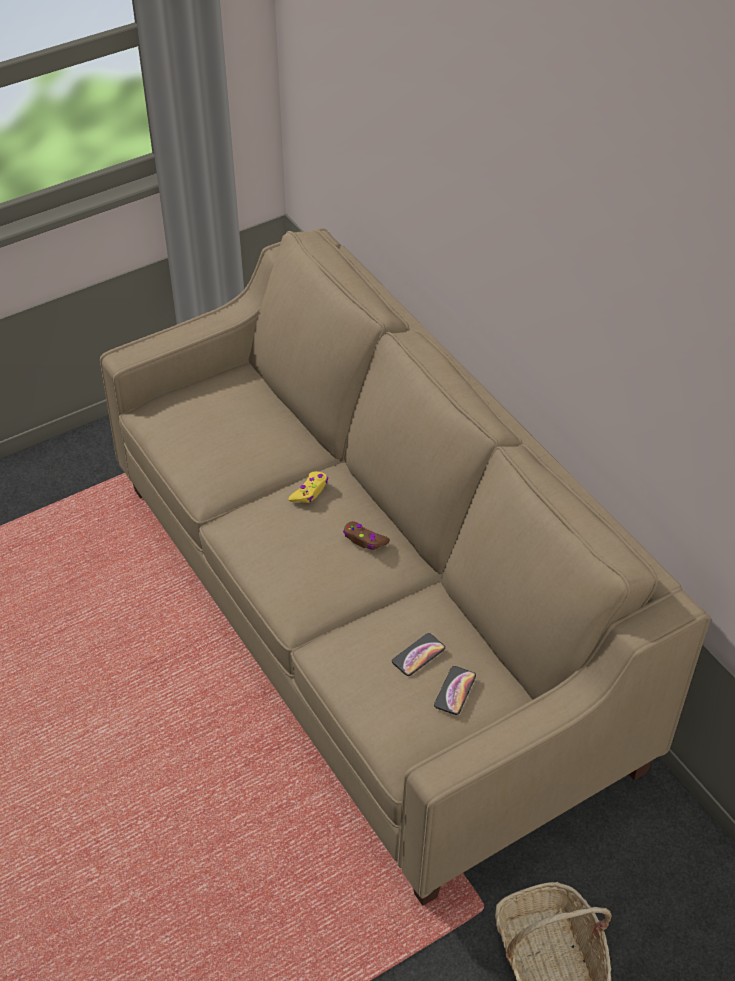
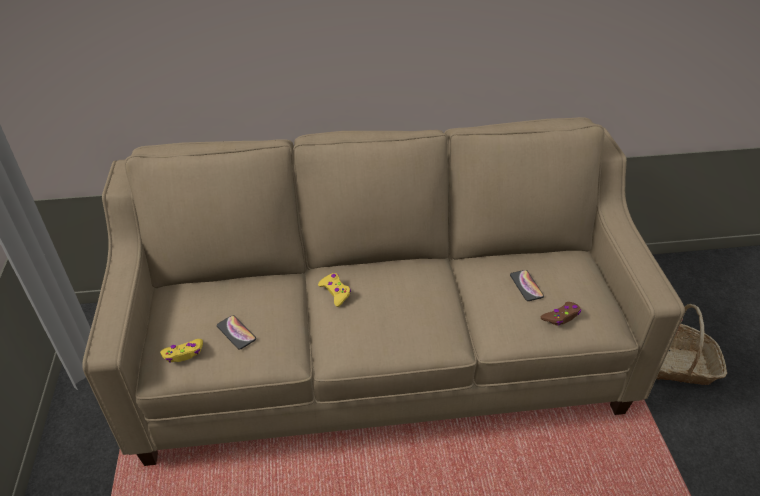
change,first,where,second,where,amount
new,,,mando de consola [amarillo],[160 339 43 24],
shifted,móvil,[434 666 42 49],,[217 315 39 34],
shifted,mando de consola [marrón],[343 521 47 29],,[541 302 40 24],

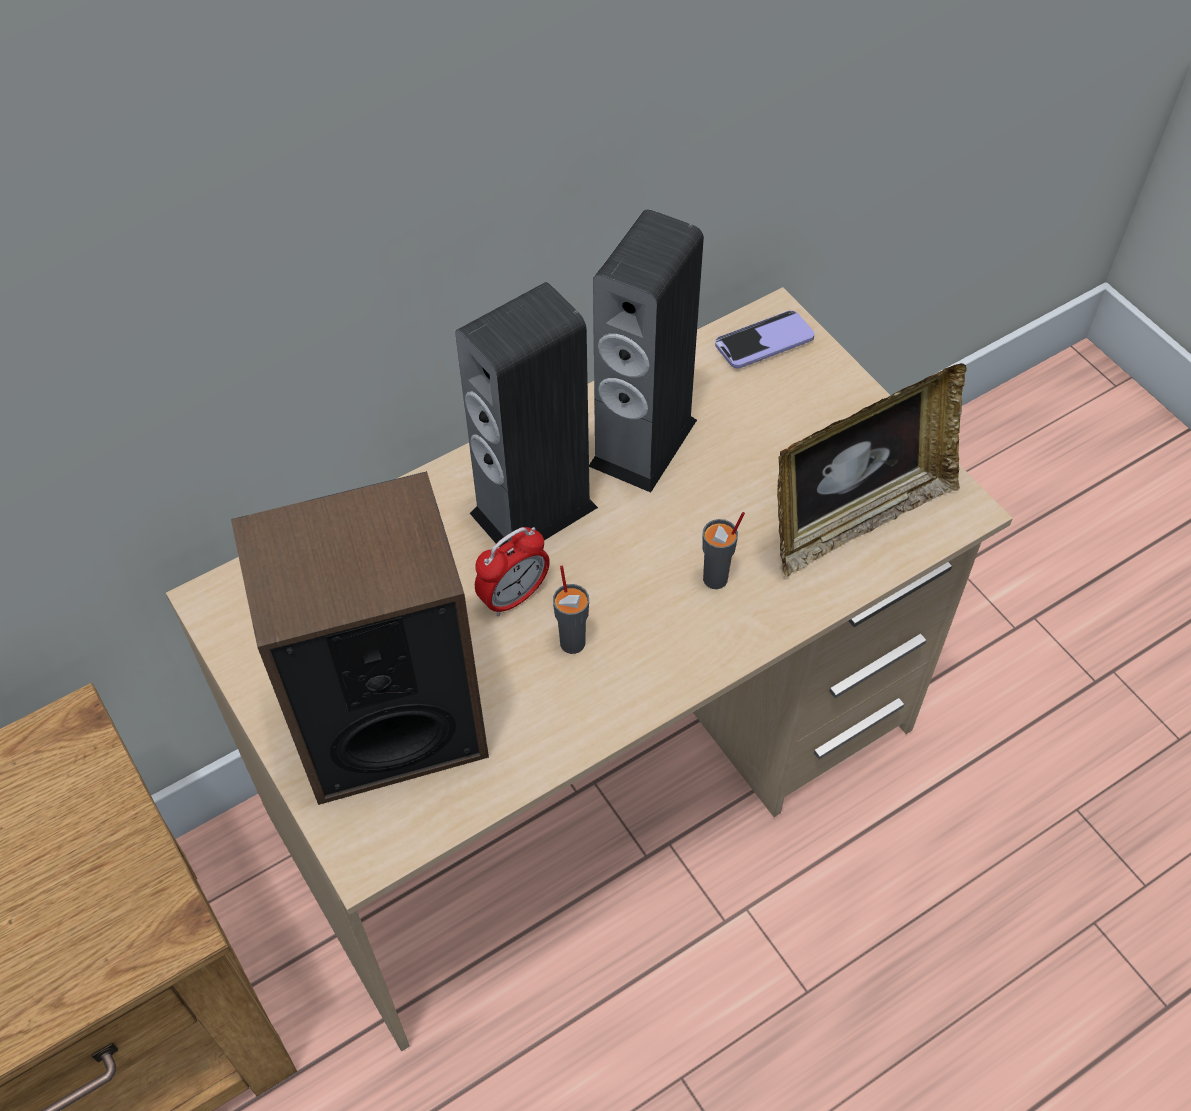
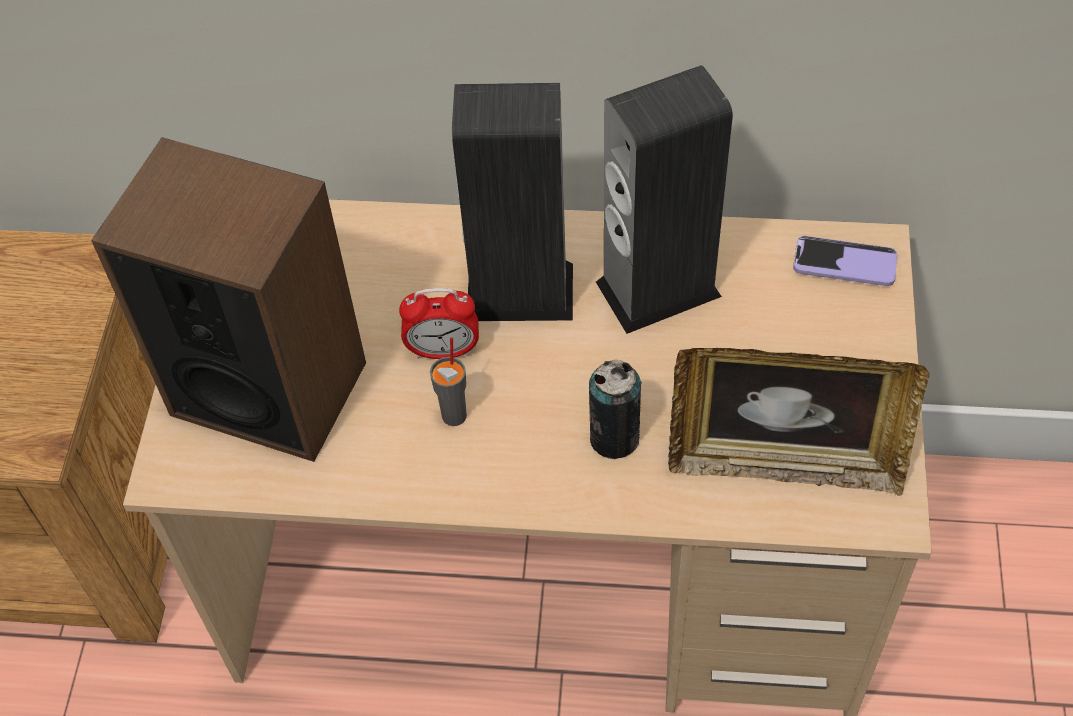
change,first,where,second,where,amount
swapped,taza [gris],[702 512 43 77],lata,[589 360 53 99],

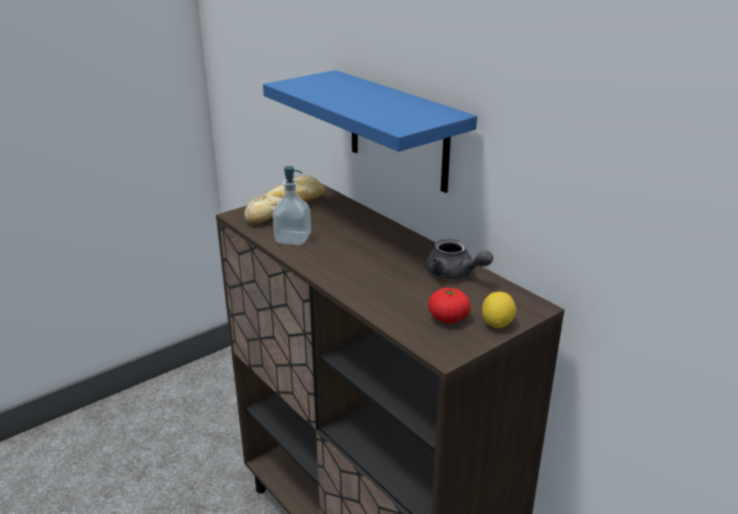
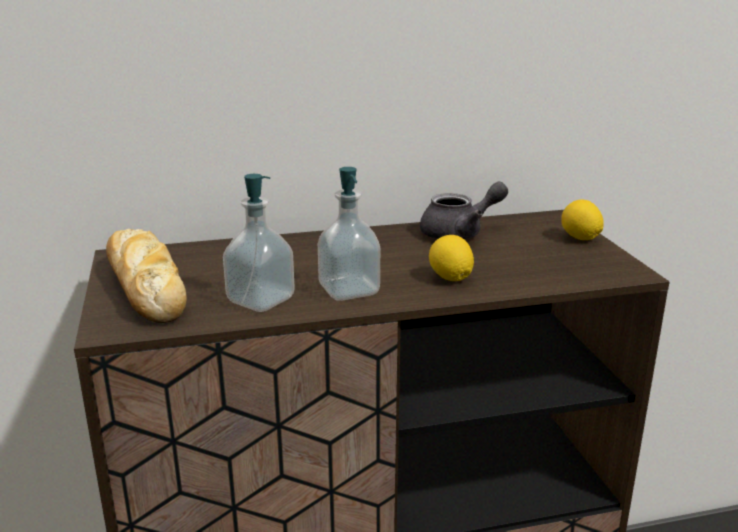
change,first,where,second,where,amount
new,,,dispensador de jabón,[318 167 62 134],
new,,,limón,[429 235 45 46],
gone,estante [azul],[263 70 214 123],,,
gone,tomate,[428 287 43 36],,,

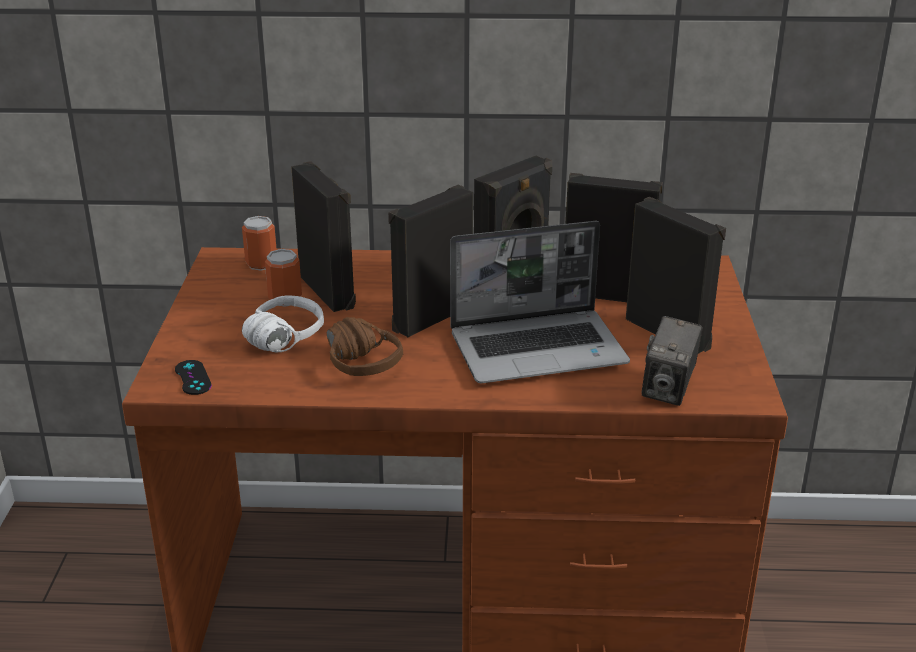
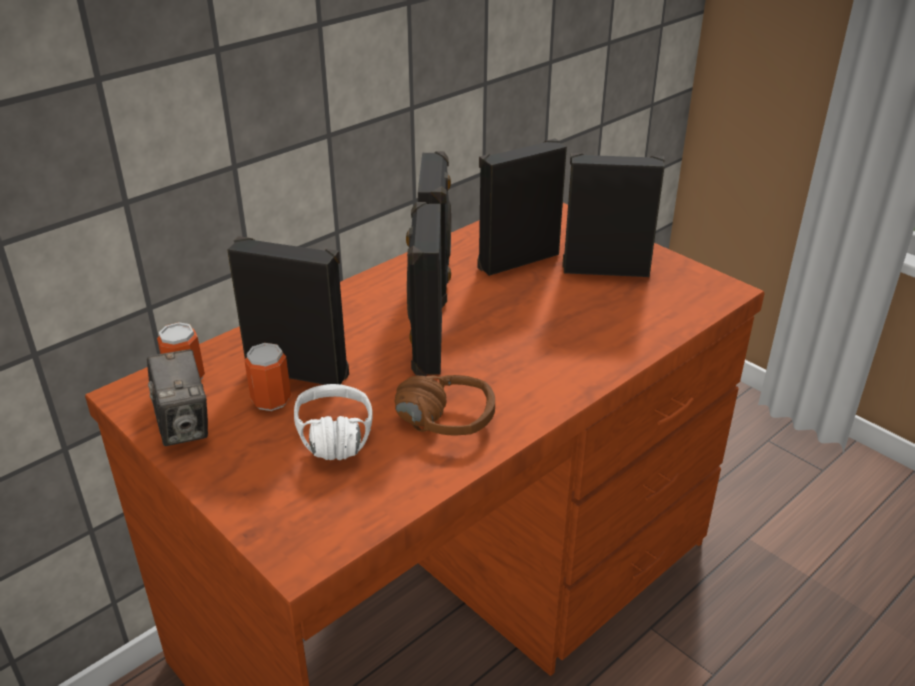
change,first,where,second,where,amount
shifted,cámara,[642 316 60 90],,[147 349 61 97],
gone,mando de consola [negro],[175 360 37 35],,,
gone,portátil,[450 221 180 162],,,

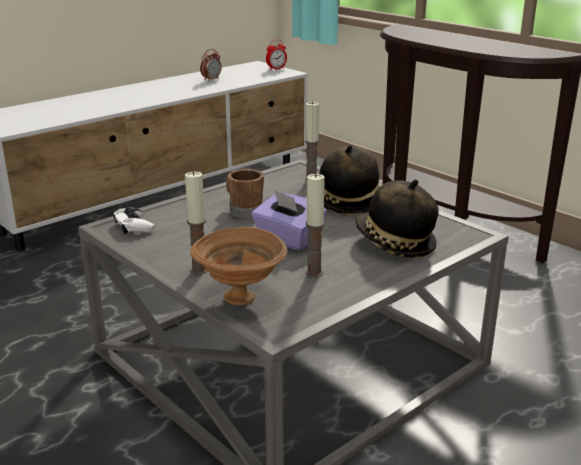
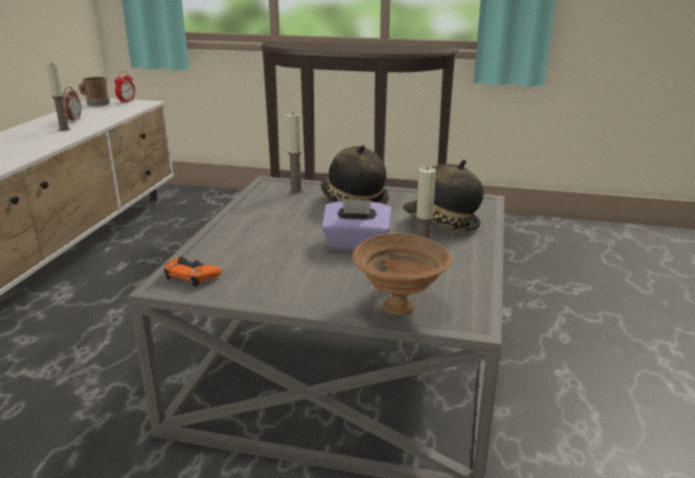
change,first,where,second,where,amount
shifted,vela,[185 171 22 104],,[46 62 24 69],
shifted,taza grande [marrón],[226 169 38 49],,[79 77 31 29],
repainted,mando de consola [blanco],[113 207 42 27],mando de consola [naranja],[164 256 58 31],

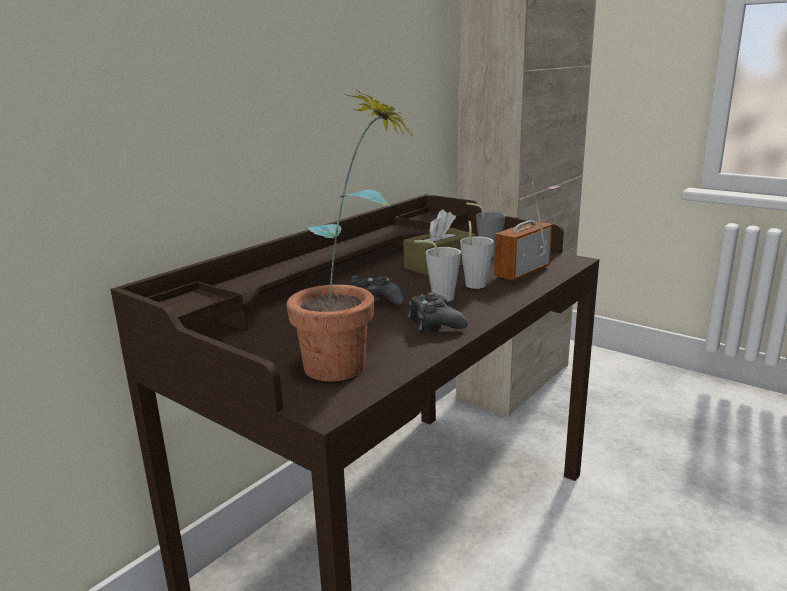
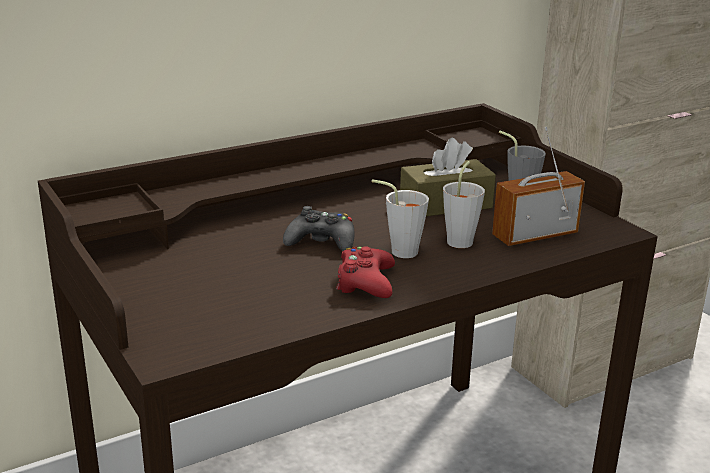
change,first,where,second,where,amount
repainted,mando de consola [negro],[408 292 60 40],mando de consola [rojo],[336 246 59 52],
gone,planta en maceta,[286 88 128 293],,,

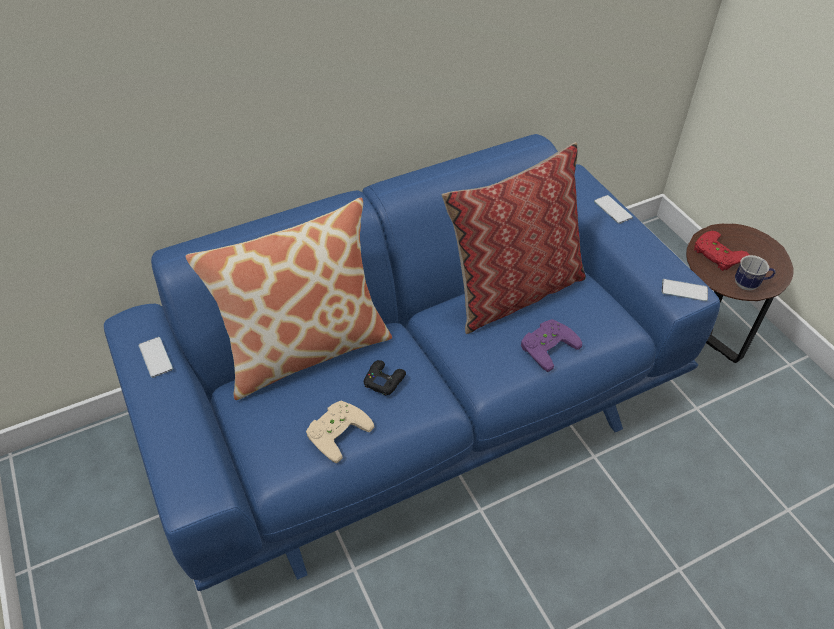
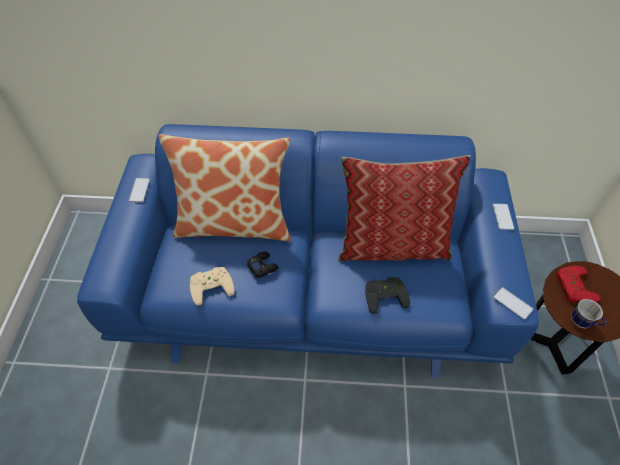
change,first,where,second,where,amount
repainted,mando de consola [morado],[521 319 61 53],mando de consola [negro],[365 277 45 37],

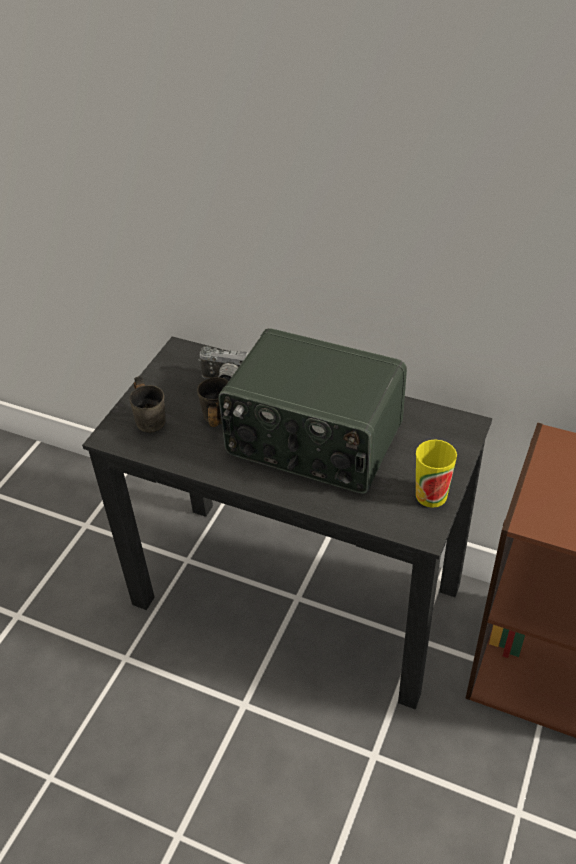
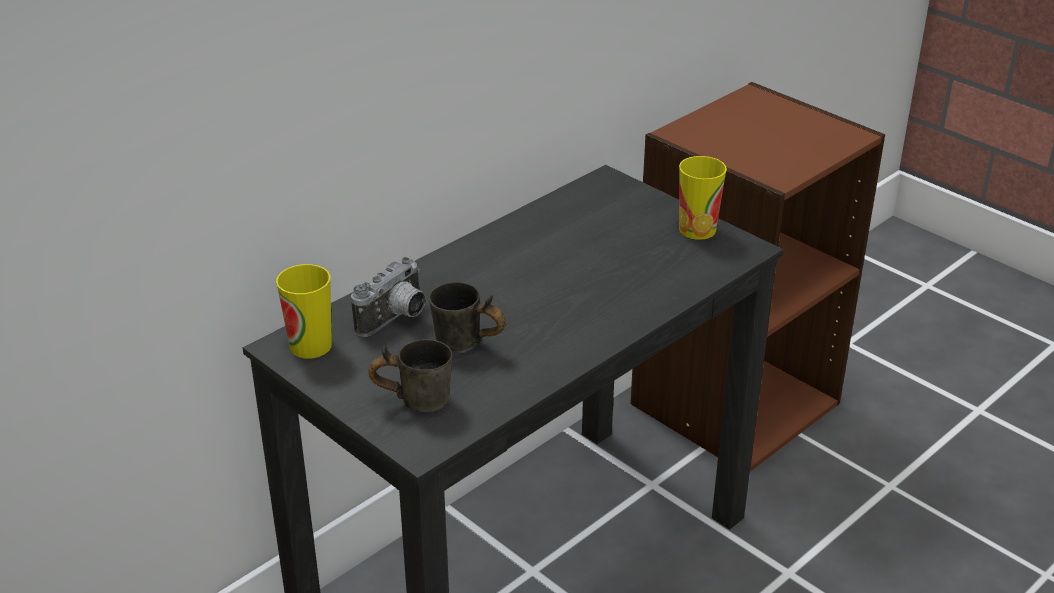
change,first,where,second,where,amount
new,,,taza,[276 264 56 95],
gone,radio,[219 328 188 166],,,

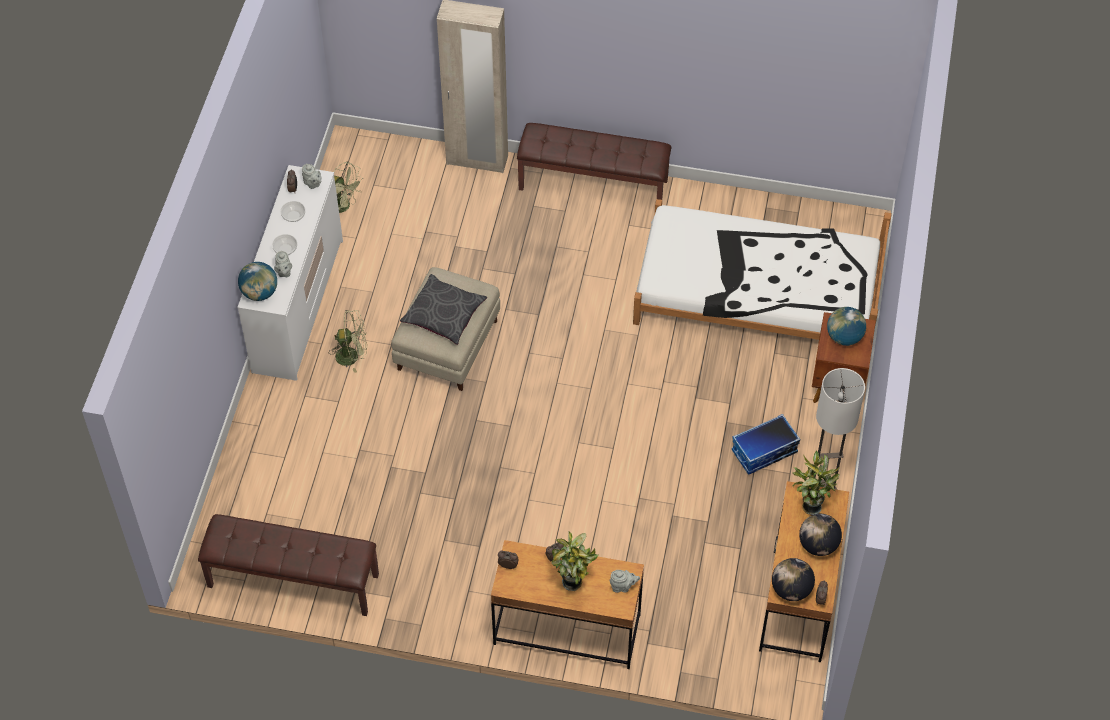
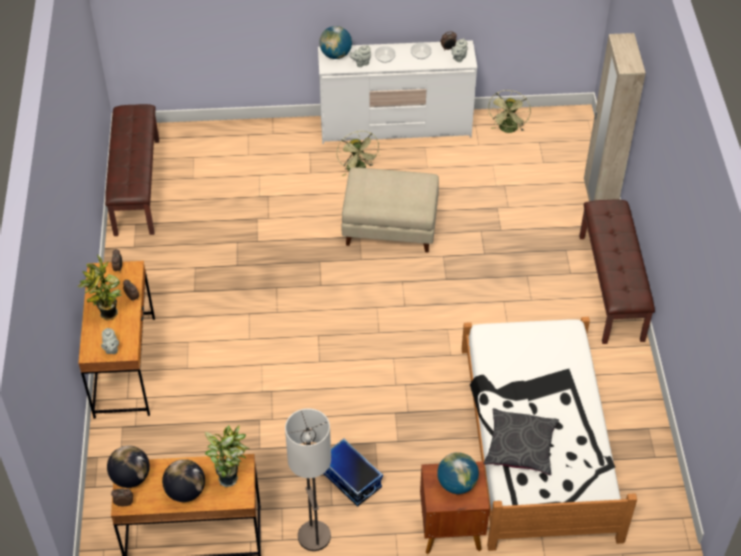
change,first,where,second,where,amount
shifted,cojín [gris],[400 274 87 71],,[483 408 76 67],

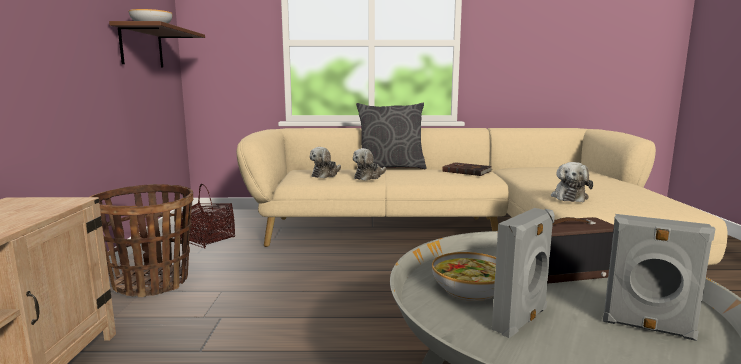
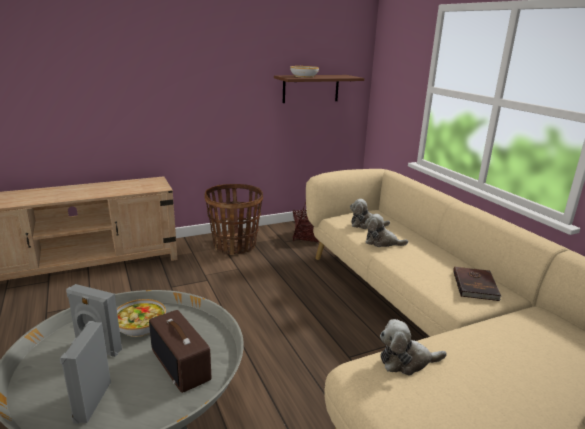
change,first,where,second,where,amount
gone,cojín [gris],[356 103 71 66],,,

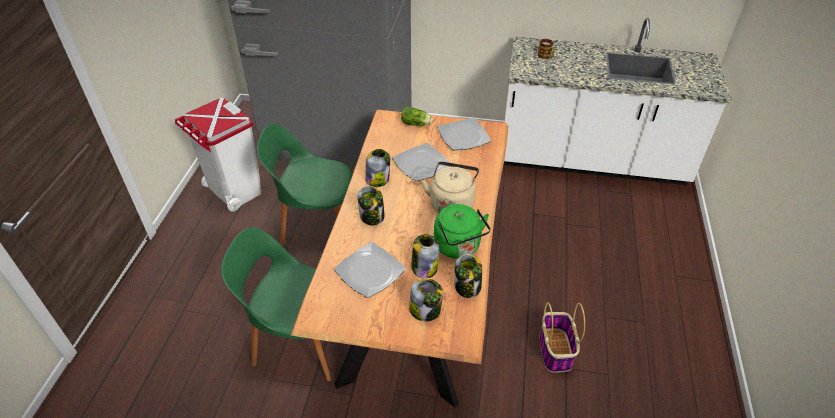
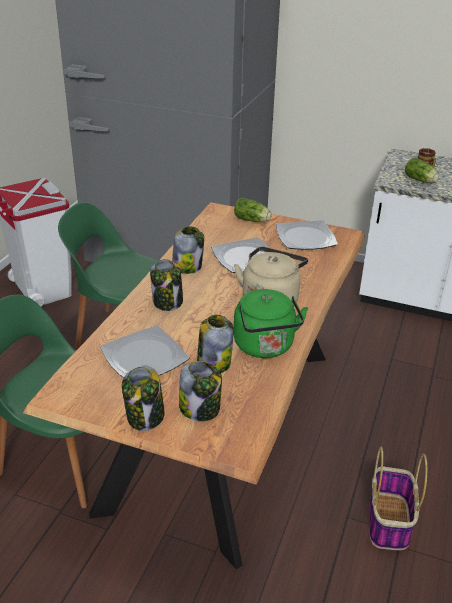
change,first,where,second,where,amount
shifted,tarro,[454 254 28 44],,[122 367 43 64],
new,,,lechuga,[405 158 34 24],

